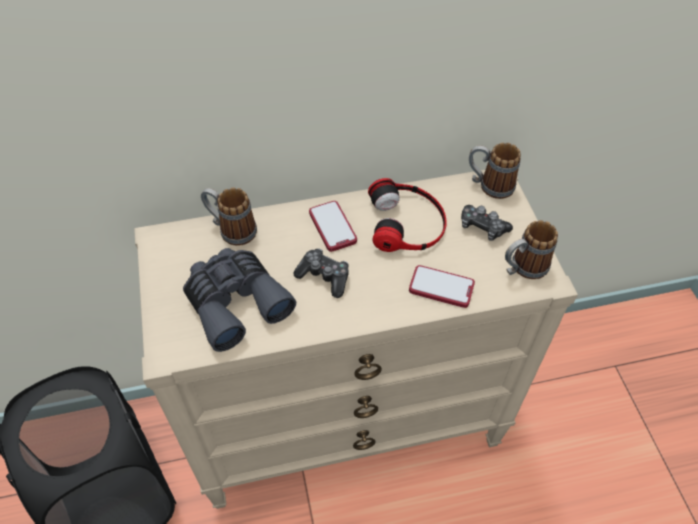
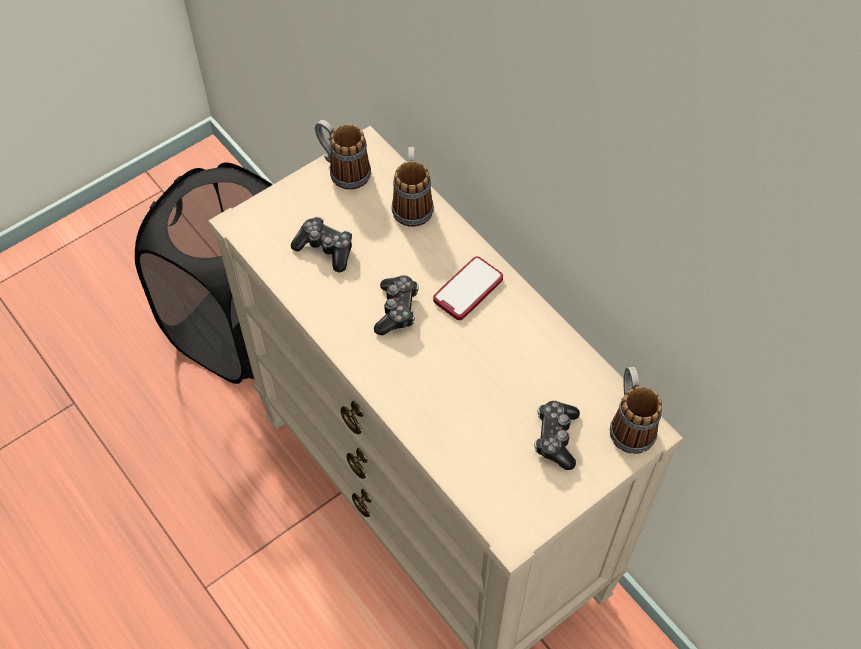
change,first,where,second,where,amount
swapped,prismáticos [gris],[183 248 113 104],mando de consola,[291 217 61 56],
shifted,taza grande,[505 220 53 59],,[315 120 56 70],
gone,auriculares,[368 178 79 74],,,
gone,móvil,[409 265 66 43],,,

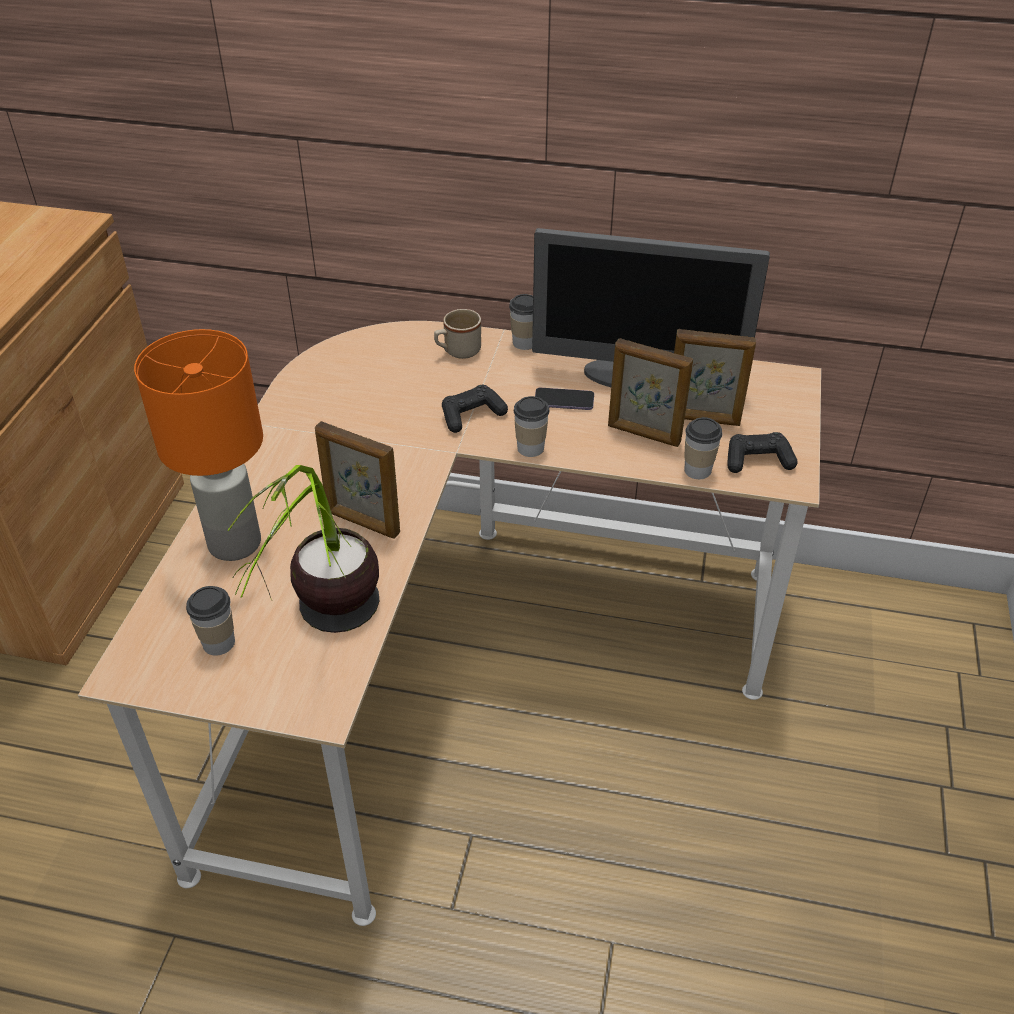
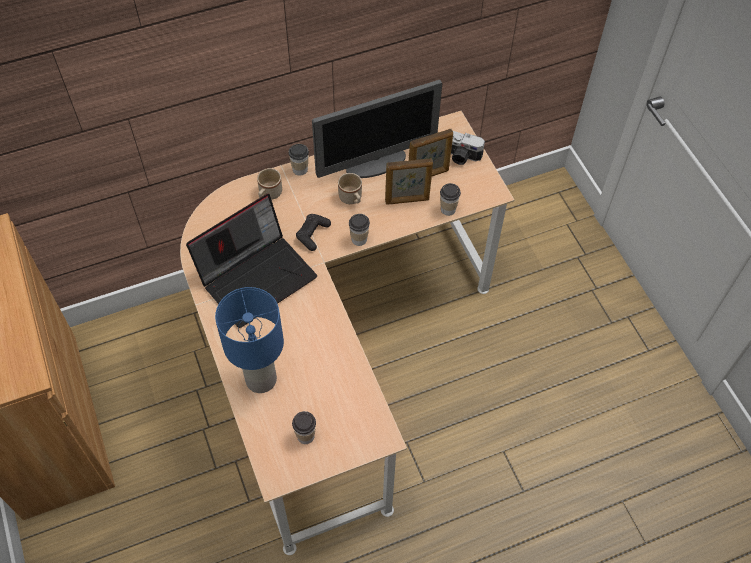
change,first,where,second,where,amount
new,,,portátil,[186 194 131 134],
repainted,lámpara de mesa [naranja],[134 329 129 232],lámpara de mesa [azul],[215 287 69 106],
swapped,móvil,[535 388 59 22],taza grande [beis],[338 173 24 31],
new,,,cámara,[451 131 34 34],
gone,planta en maceta,[228 465 151 168],,,
gone,portarretratos,[315 421 85 118],,,
gone,mando de consola [negro],[727 432 71 41],,,

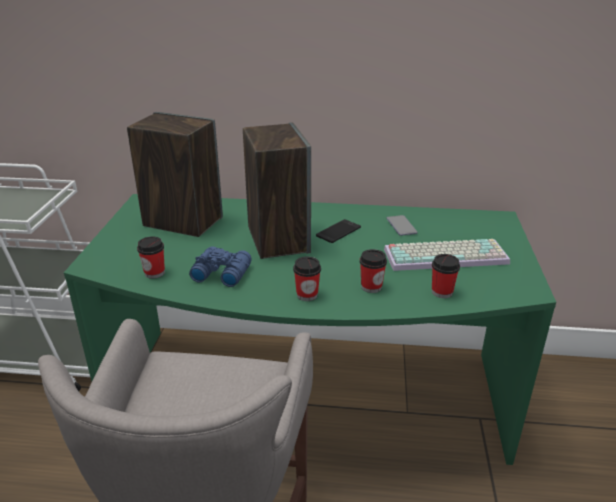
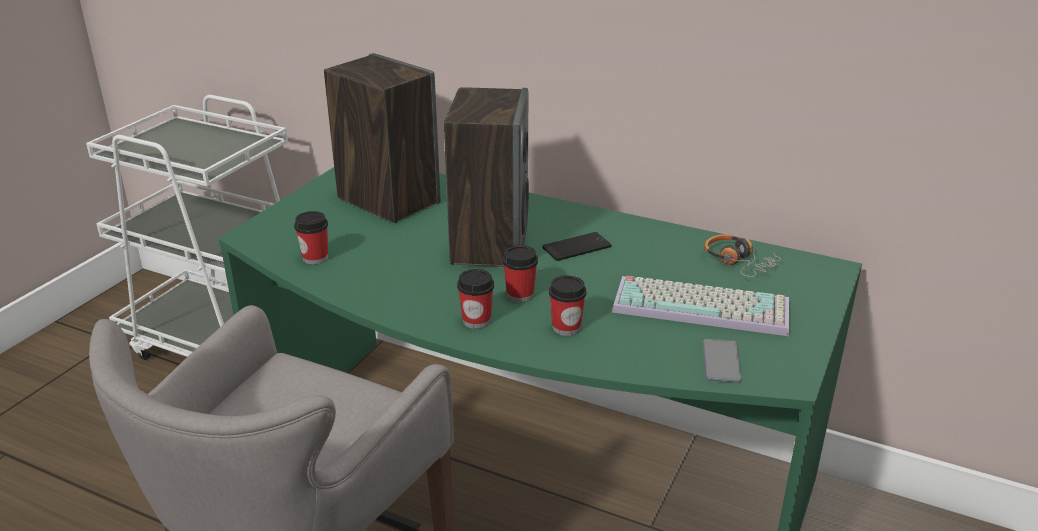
change,first,where,second,where,amount
shifted,taza,[432 254 28 44],,[503 245 35 57],
shifted,móvil,[387 215 31 21],,[703 339 39 44],
new,,,auriculares,[704 234 77 43],
gone,prismáticos [azul],[189 246 62 41],,,

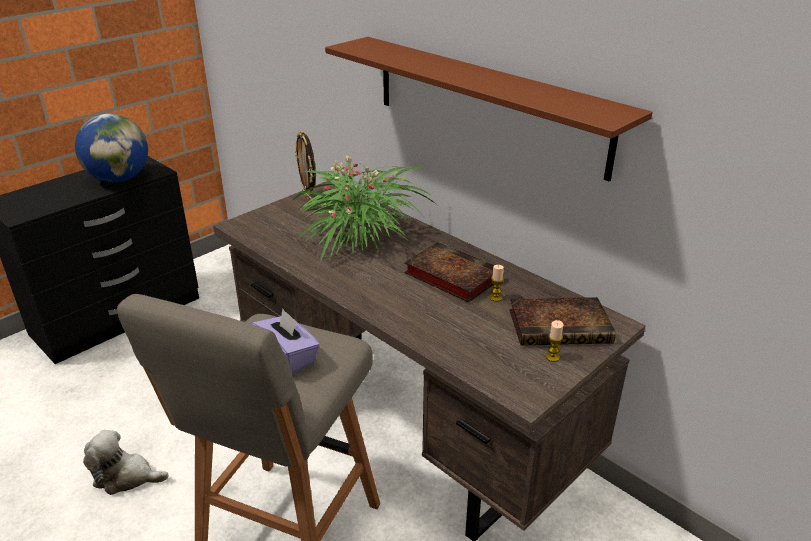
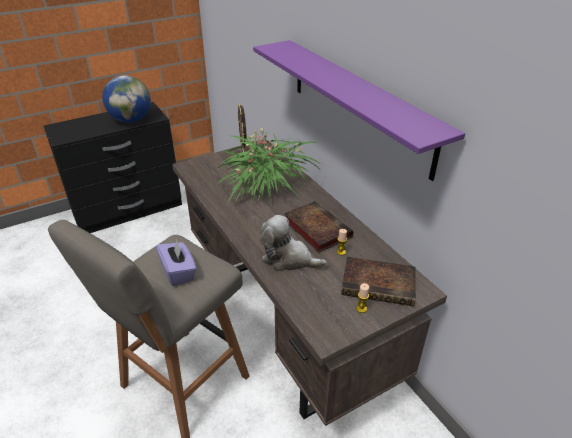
change,first,where,second,where,amount
repainted,estante [marrón],[325 37 328 145],estante [morado],[253 40 212 141],
shifted,peluche,[83 430 86 65],,[260 215 67 56],

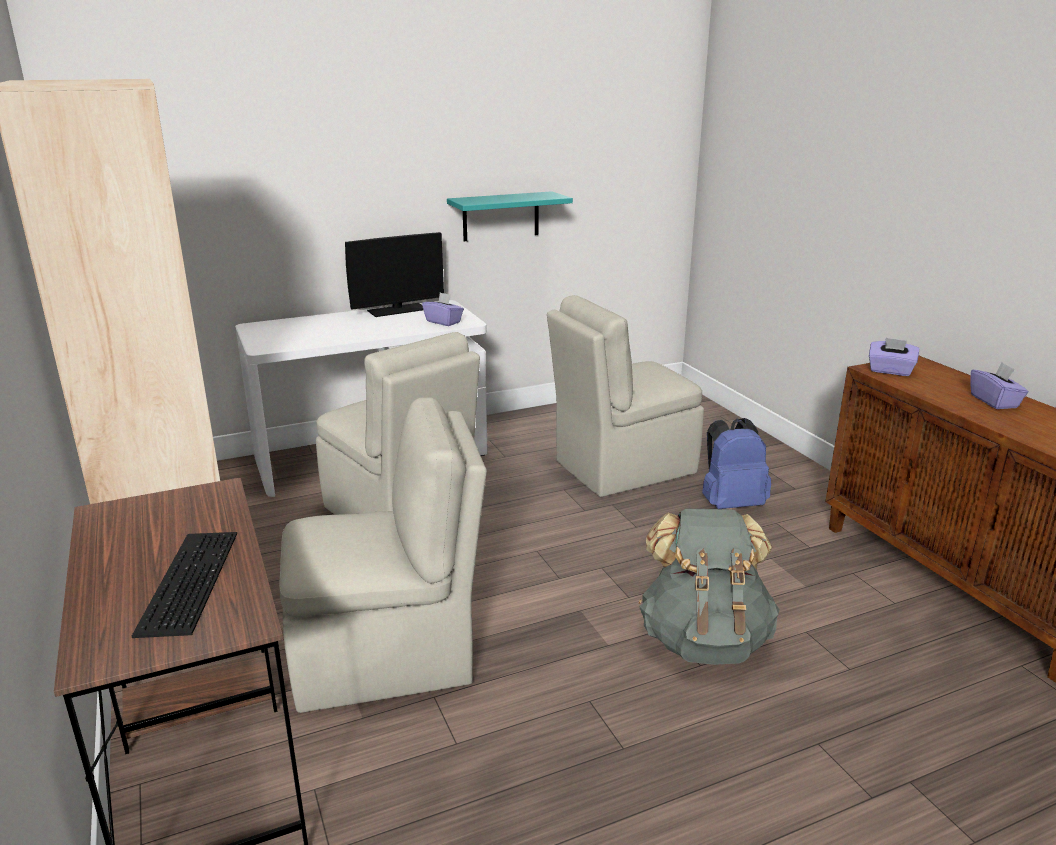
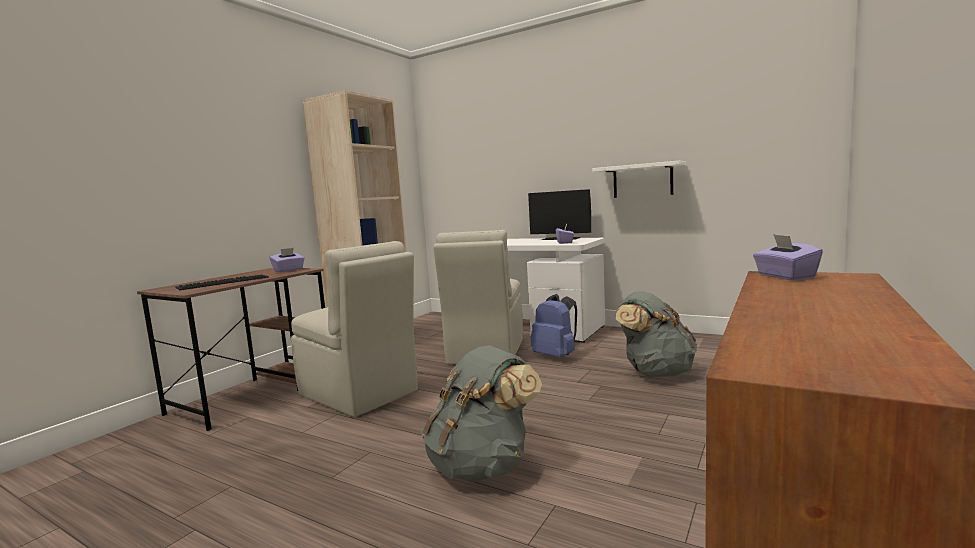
change,first,where,second,where,amount
shifted,caja de pañuelos [morado],[970 362 59 47],,[270 248 35 24],
shifted,mochila [azul],[702 418 69 91],,[531 294 46 64],
repainted,estante [turquesa],[447 191 126 50],estante [blanco],[592 161 94 37],
swapped,silla [beis],[547 295 157 202],mochila [gris],[616 292 81 85],

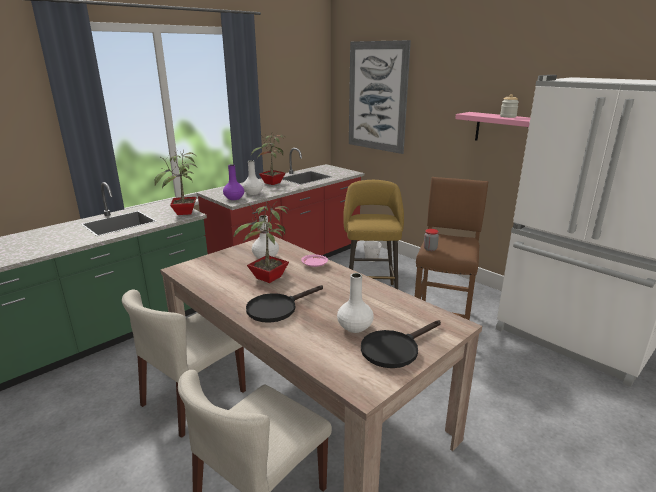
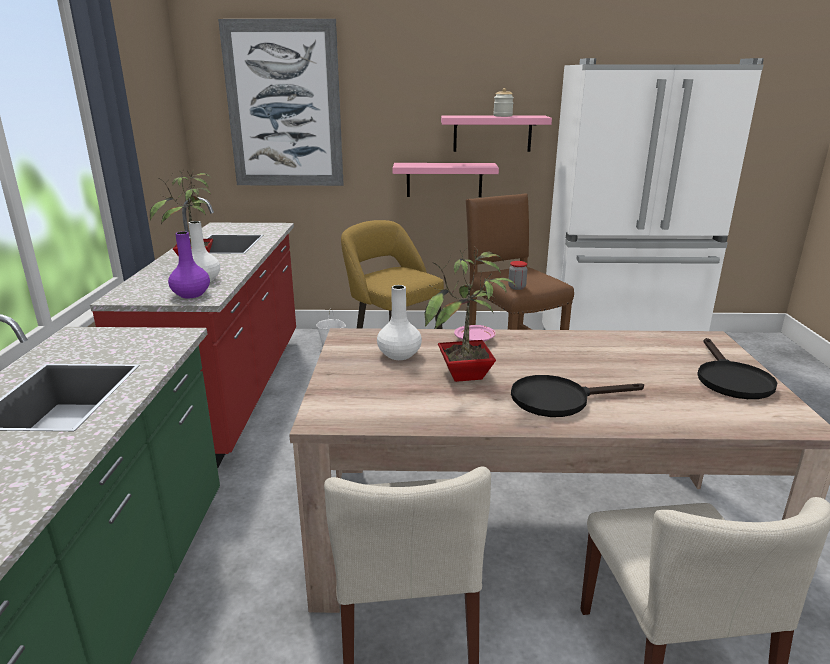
change,first,where,second,where,amount
new,,,estante [rosa],[392 163 107 34],
rotated,sartén [negro],[246 285 77 38],,[511 375 133 42],75 degrees clockwise
gone,planta en maceta,[155 150 42 65],,,
gone,florero [blanco],[337 273 37 60],,,

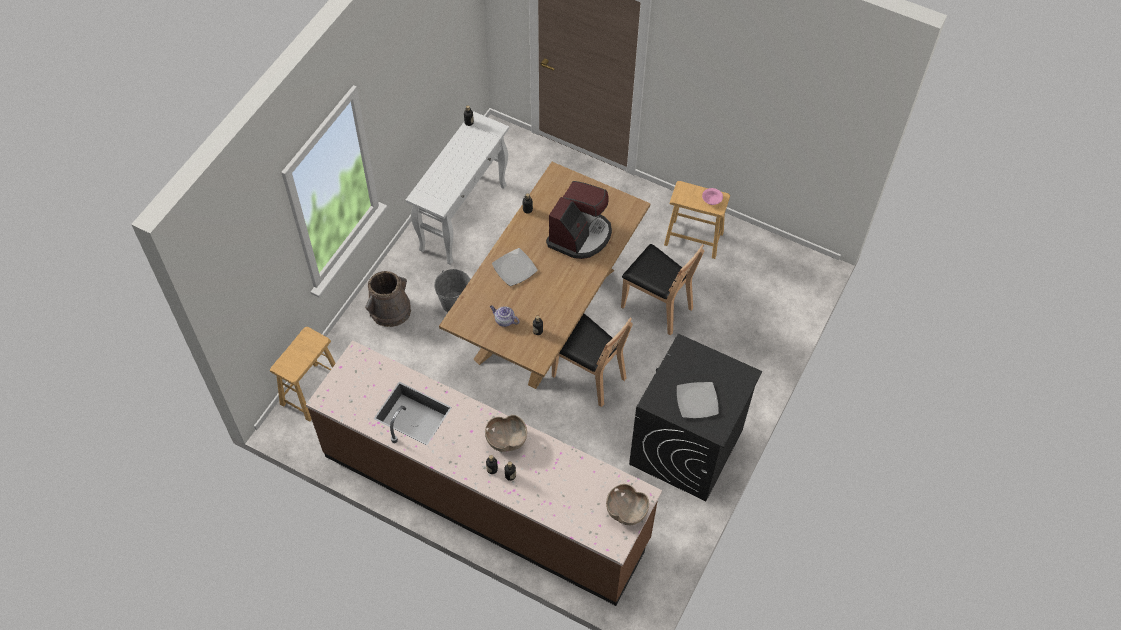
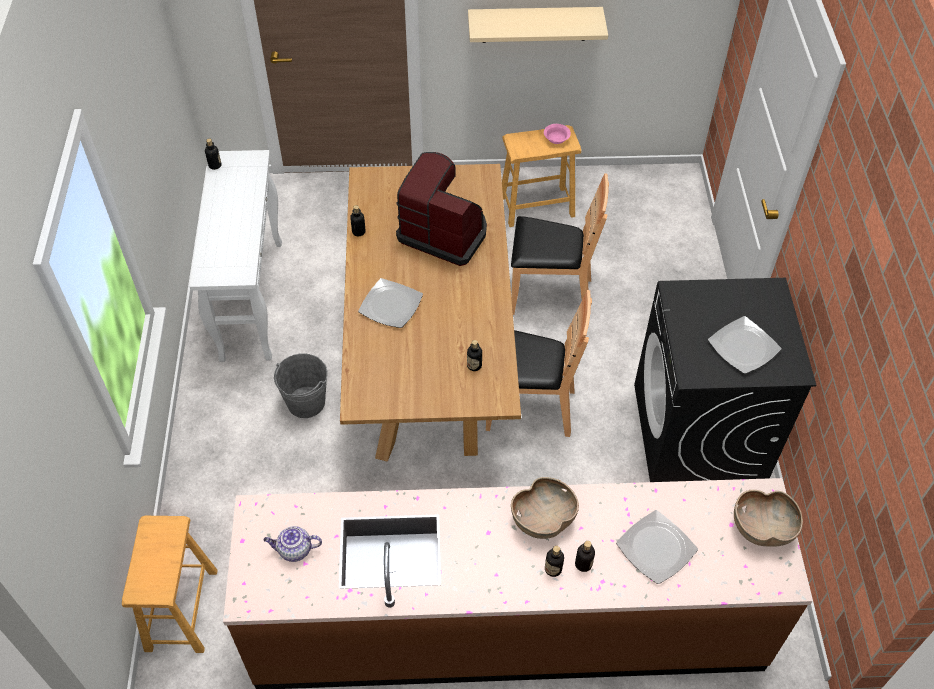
change,first,where,second,where,amount
shifted,tetera,[490 305 29 22],,[263 526 59 36],
rotated,cafetera,[546 181 66 78],,[396 152 91 114],60 degrees counterclockwise
new,,,estante [beis],[468 7 140 36],
new,,,plato,[616 510 82 74],
gone,cubo [marrón],[365 271 46 56],,,

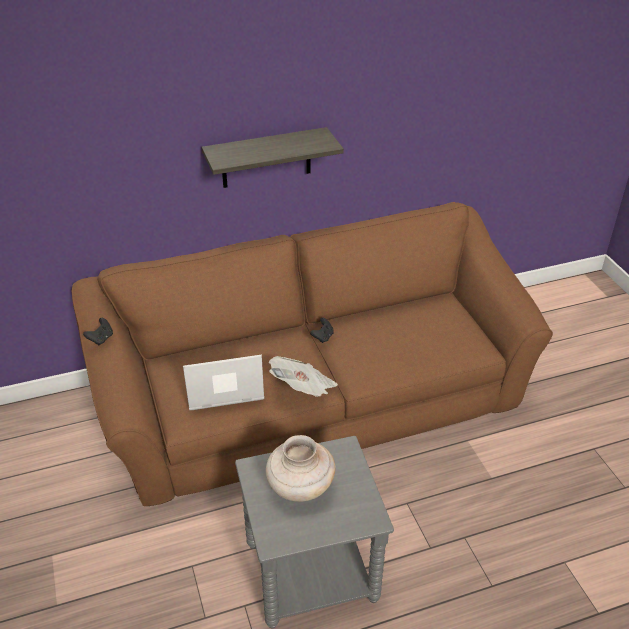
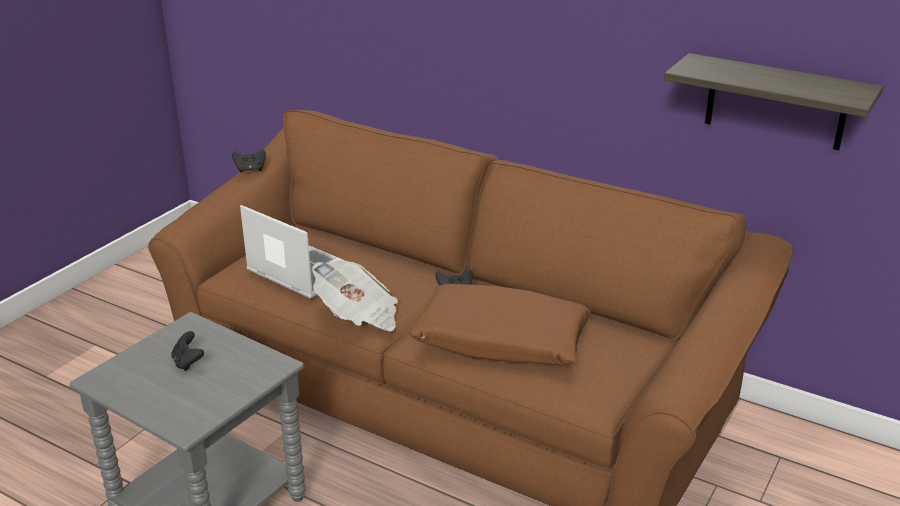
change,first,where,second,where,amount
swapped,florero [beis],[266 435 70 67],mando de consola [negro],[171 331 33 40],
new,,,cojín [marrón],[409 284 182 82],
shifted,estante,[201 127 143 61],,[664 53 219 97],

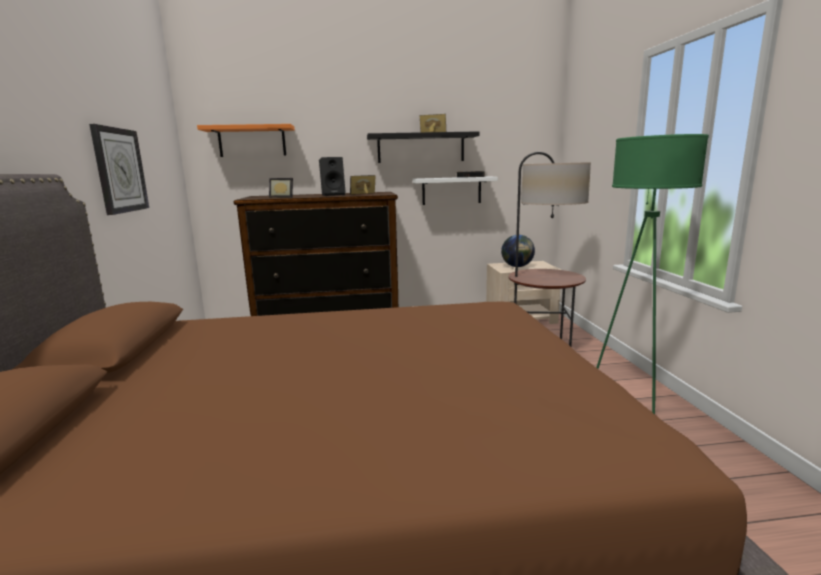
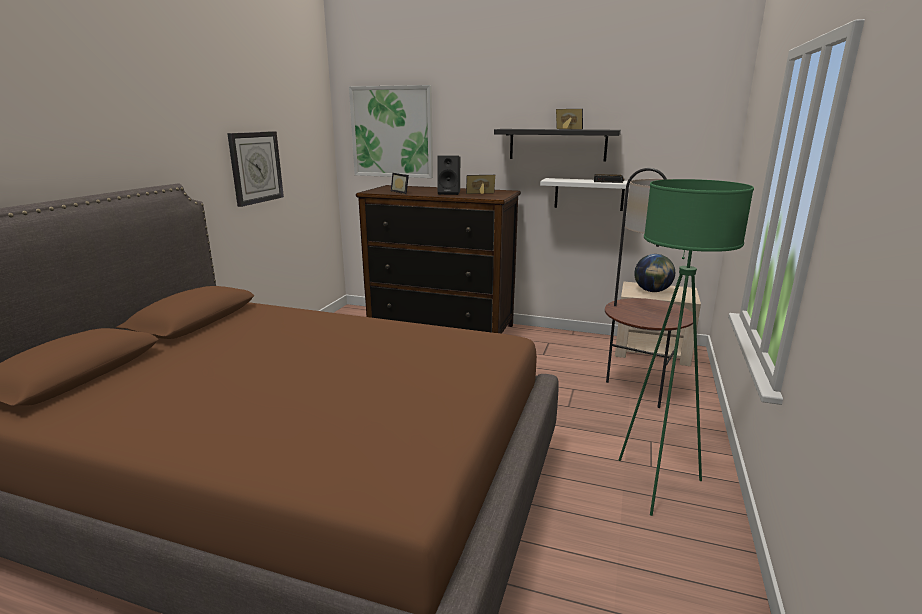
change,first,where,second,where,amount
swapped,estante [naranja],[197 124 98 33],cuadro,[349 85 84 93],

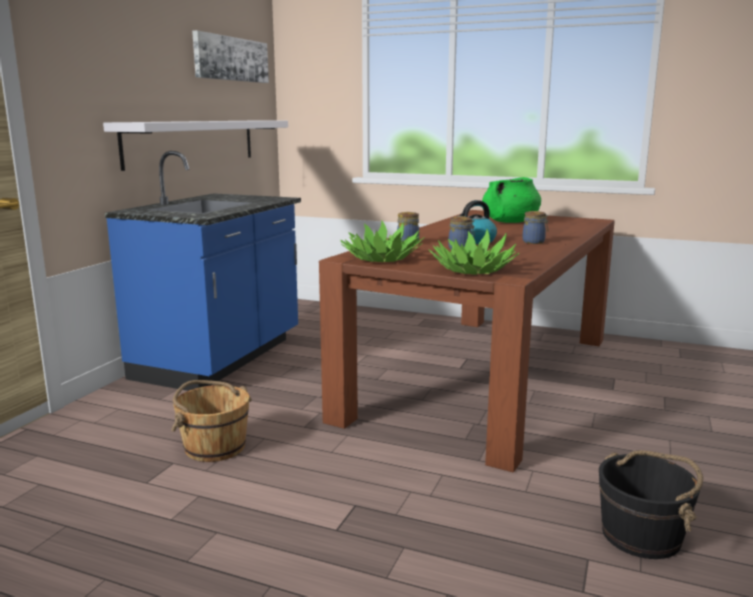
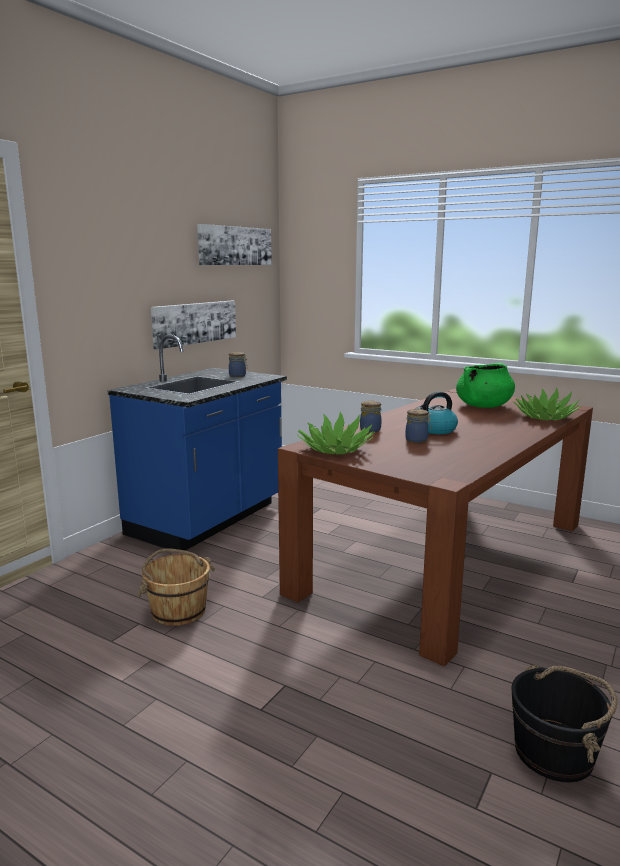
change,first,where,second,where,amount
swapped,estante [blanco],[103 121 185 50],cuadro,[151 301 85 49],
shifted,tarro,[523 211 26 33],,[229 352 19 25],
shifted,planta en maceta,[429 229 90 46],,[513 388 68 32],

